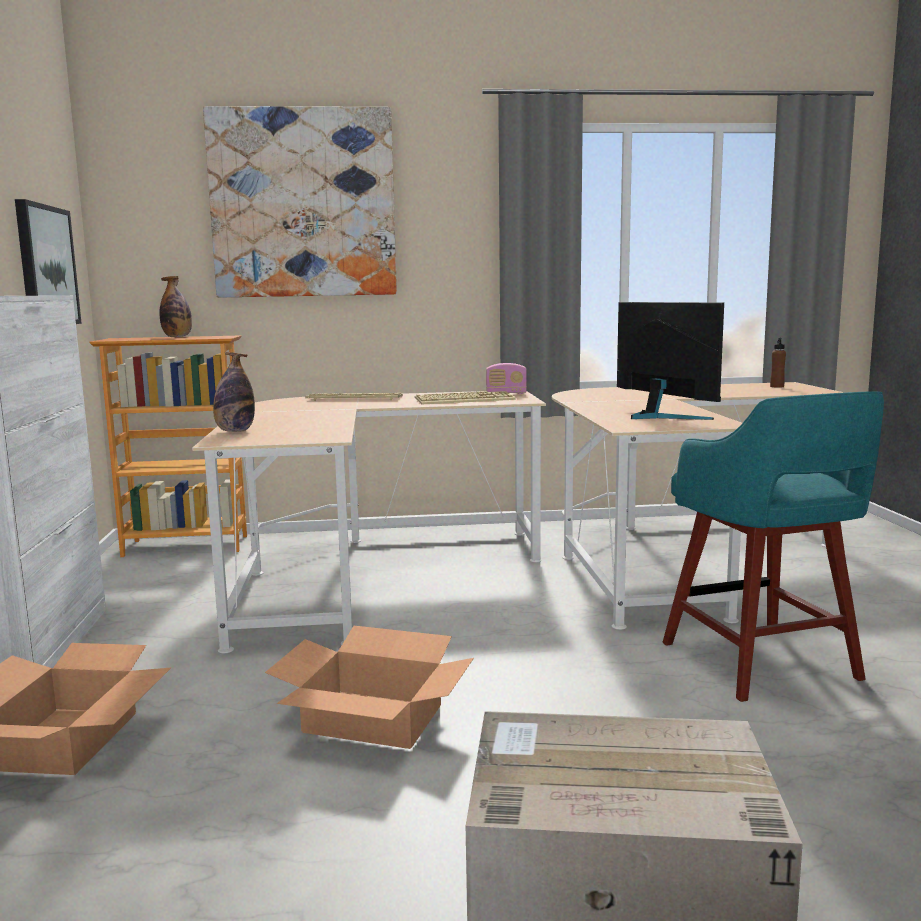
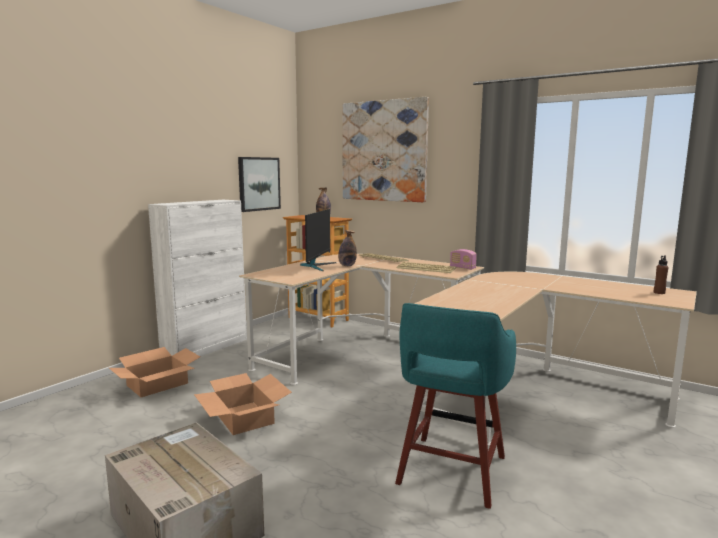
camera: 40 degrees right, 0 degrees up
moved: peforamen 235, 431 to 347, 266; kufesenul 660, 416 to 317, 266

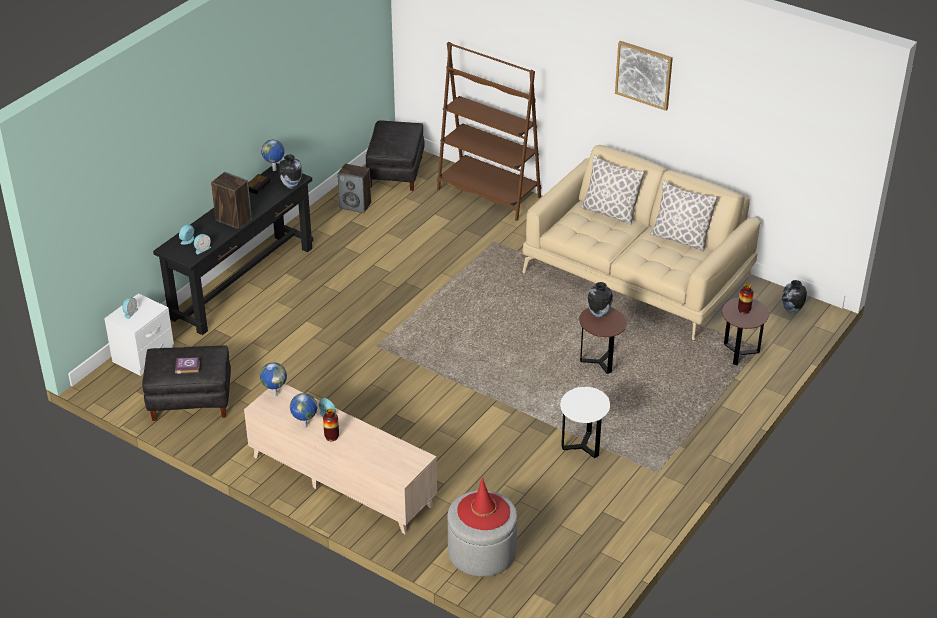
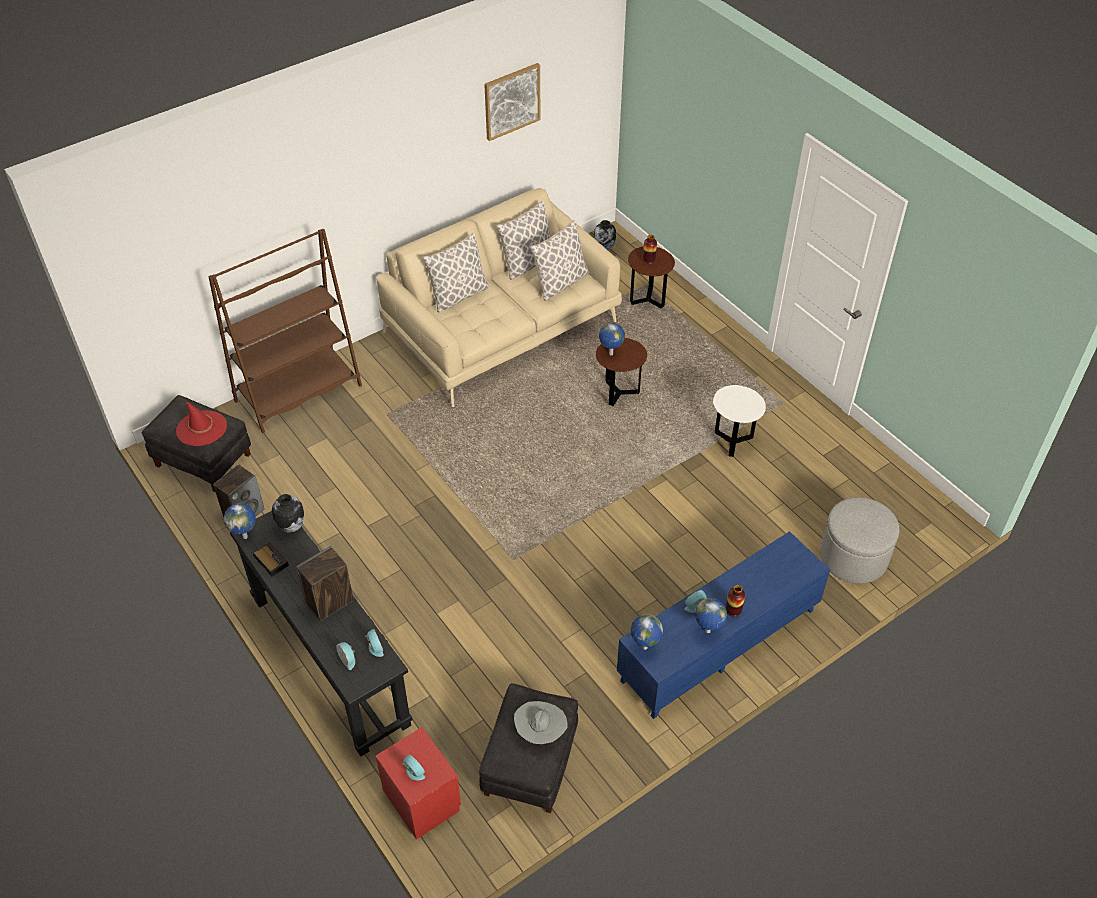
camera: 70 degrees left, 10 degrees up
added: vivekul 560, 282
moved: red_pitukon 483, 511 to 201, 428; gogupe 644, 74 to 511, 101
replaced: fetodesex 187, 367 to grey_pitukon 540, 732; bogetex 598, 314 to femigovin 610, 354
recoloured: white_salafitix 143, 356 to red_salafitix 421, 800; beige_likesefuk 342, 481 to blue_likesefuk 719, 645

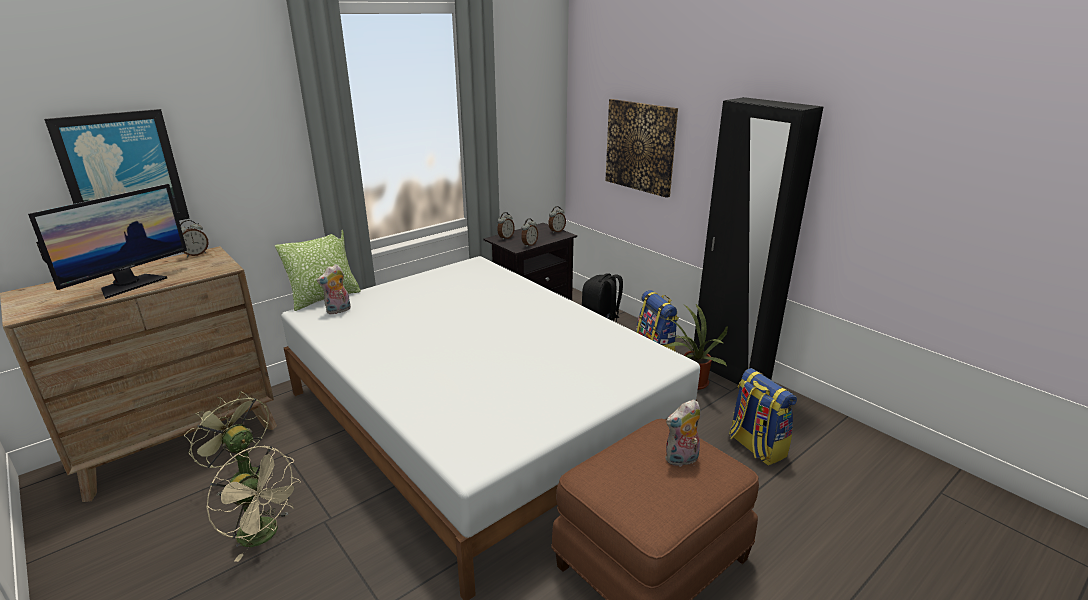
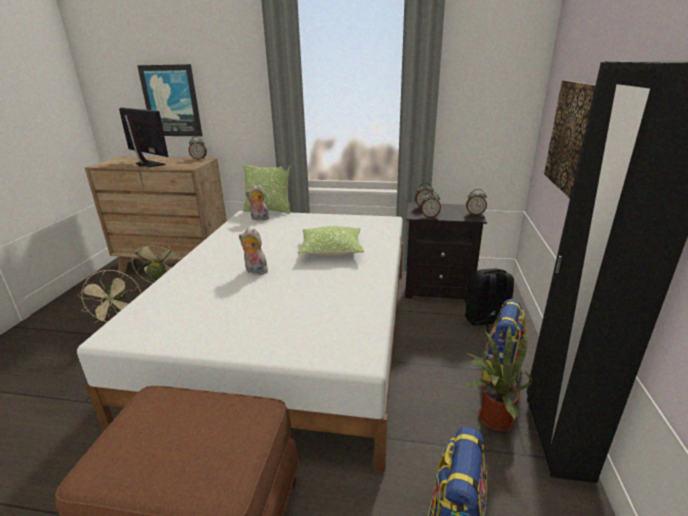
camera: 50 degrees right, 0 degrees up
added: vivekul 331, 250
moved: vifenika 681, 460 to 254, 271
turned: kufesenul 129, 284 = 148, 164 135 degrees counterclockwise

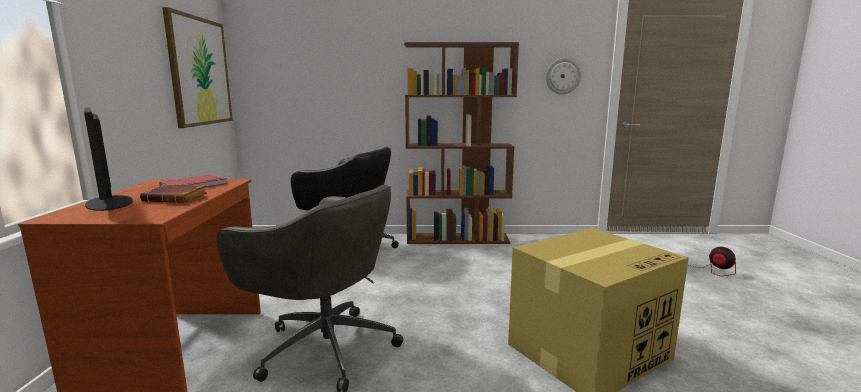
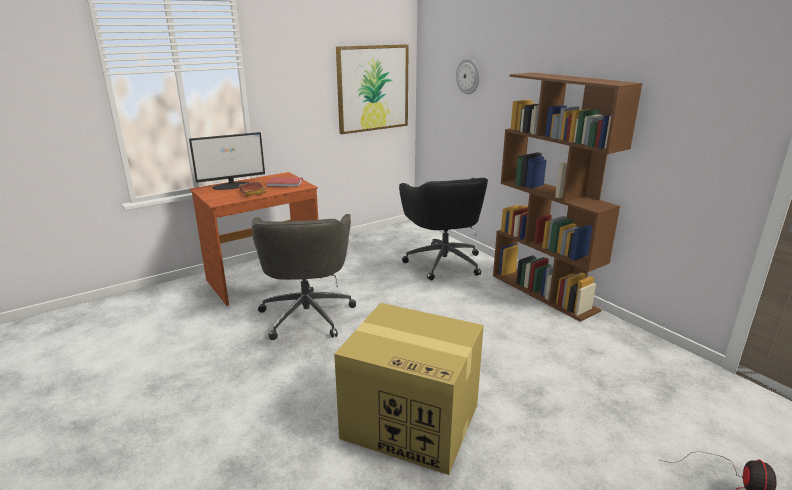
camera: 55 degrees right, 10 degrees up
moved: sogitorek 563, 76 to 468, 76
turned: kufesenul 109, 203 = 232, 185 135 degrees counterclockwise

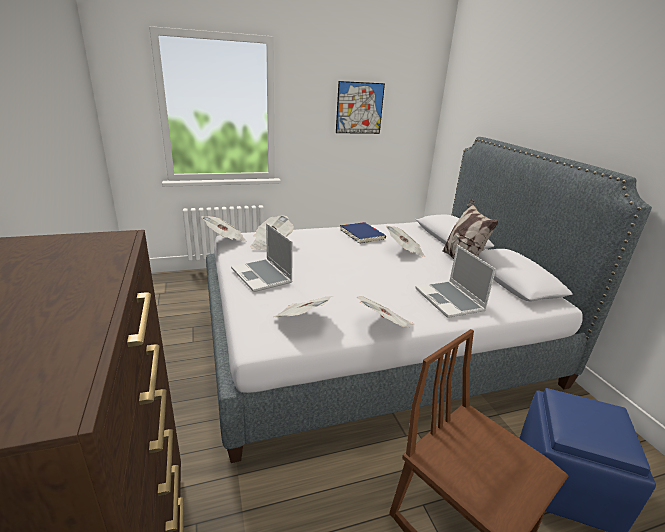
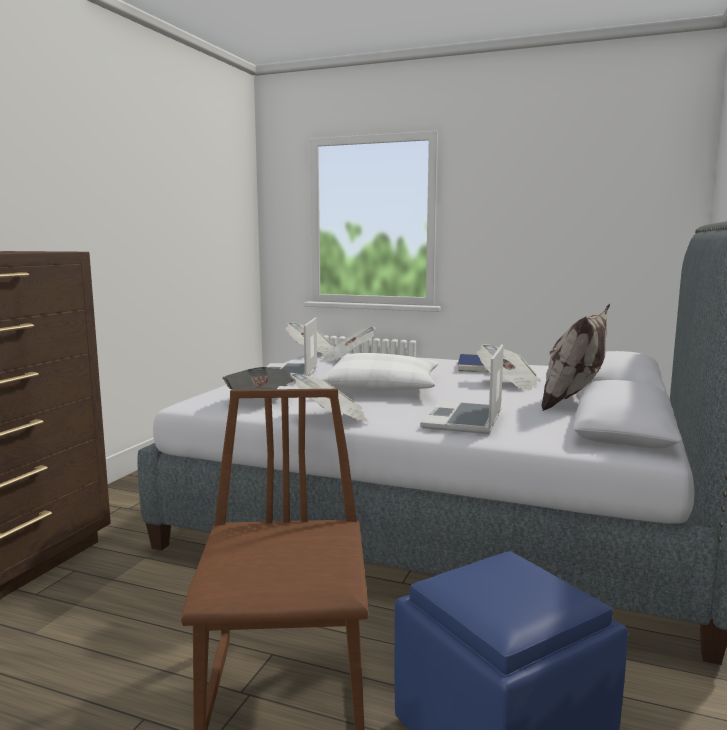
camera: 40 degrees right, 15 degrees down
removed: gogupe 359, 108
added: white_vivekul 383, 388

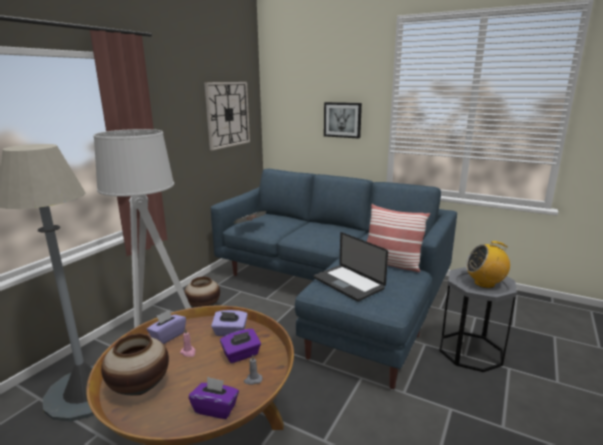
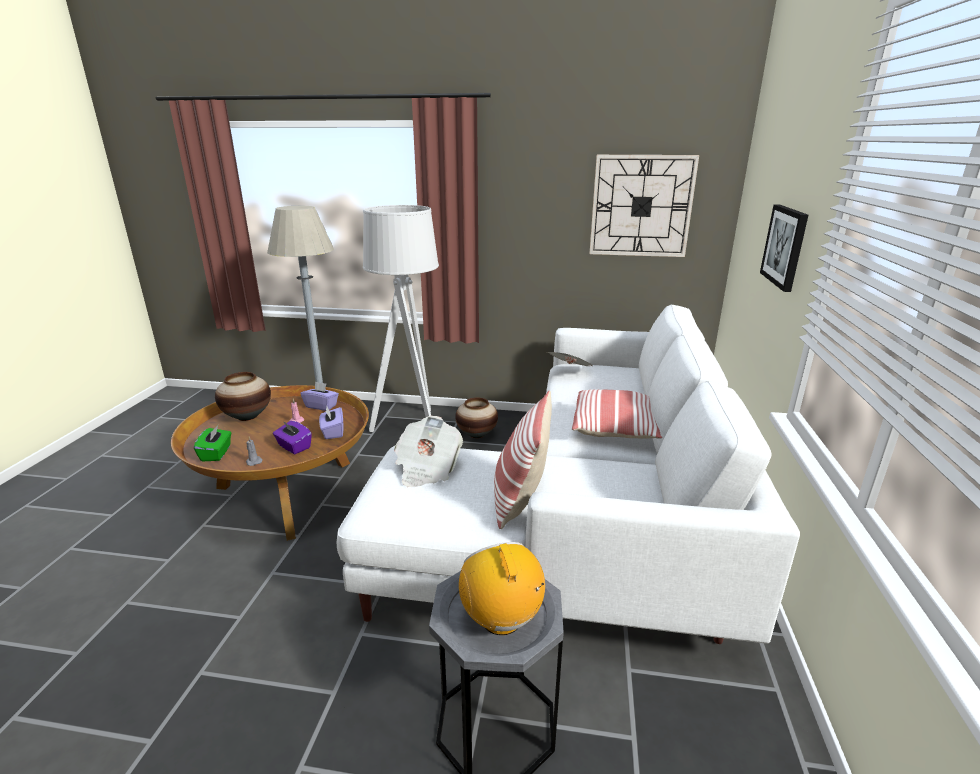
camera: 70 degrees right, 5 degrees up
added: vivekul 616, 428
replaced: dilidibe 348, 283 to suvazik 427, 468
recoloured: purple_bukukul 215, 408 to green_bukukul 216, 453; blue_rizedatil 334, 291 to white_rizedatil 588, 523

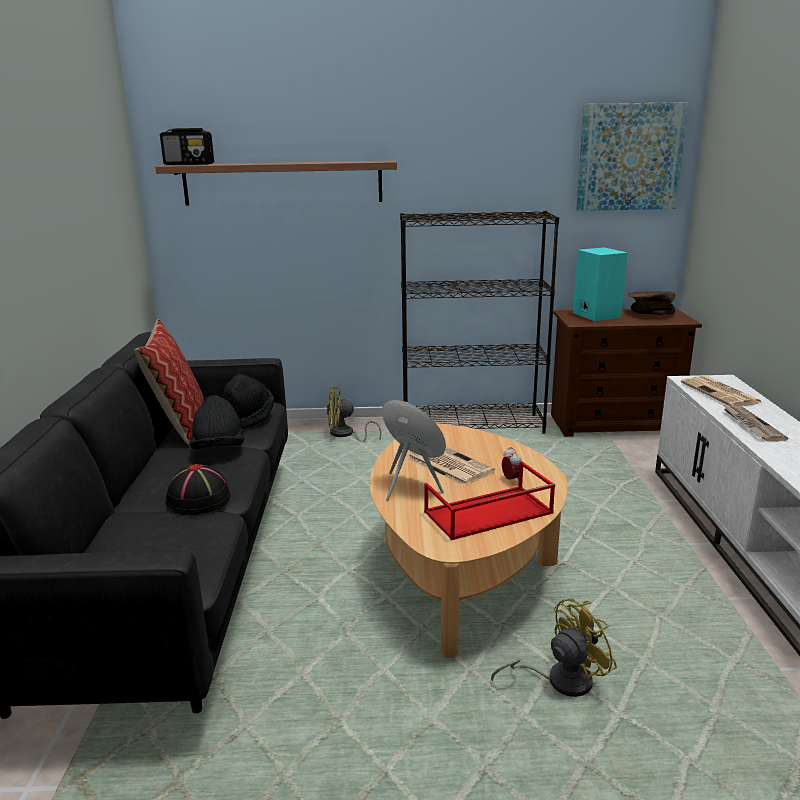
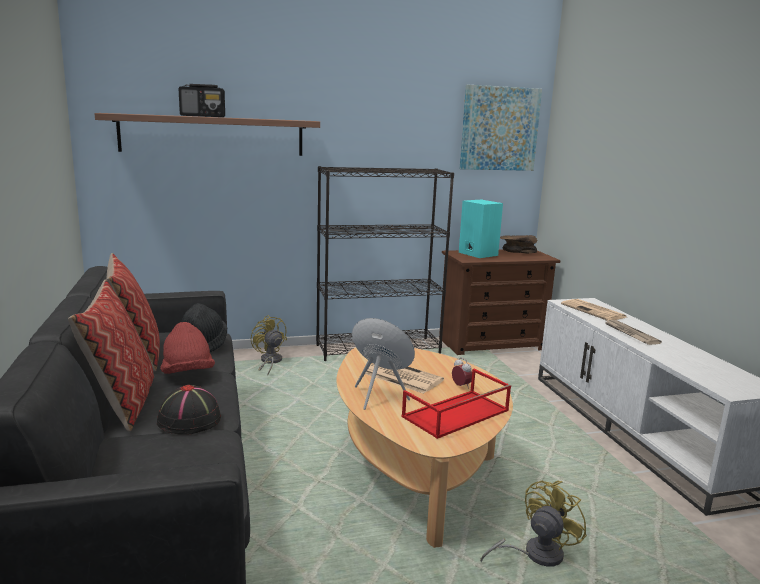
camera: 15 degrees left, 5 degrees down
added: vivekul 122, 403
moved: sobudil 189, 164 to 203, 116
recoloured: black_pitukon 219, 449 to red_pitukon 187, 374
turned: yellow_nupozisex 345, 435 = 269, 362 75 degrees clockwise

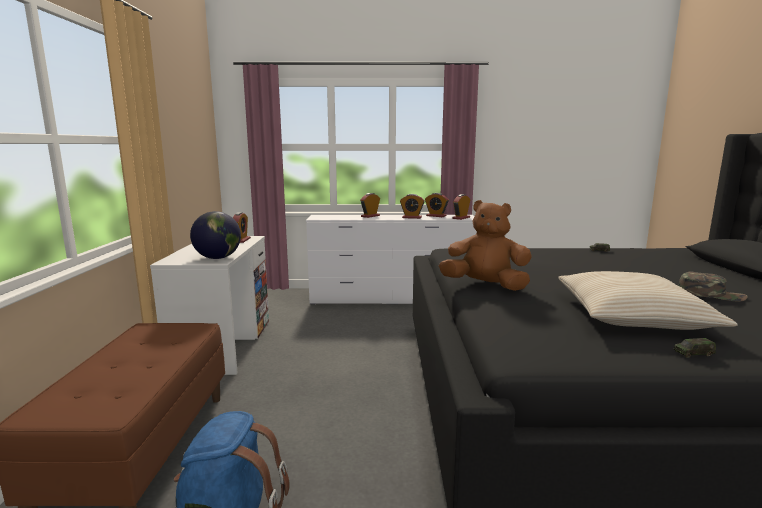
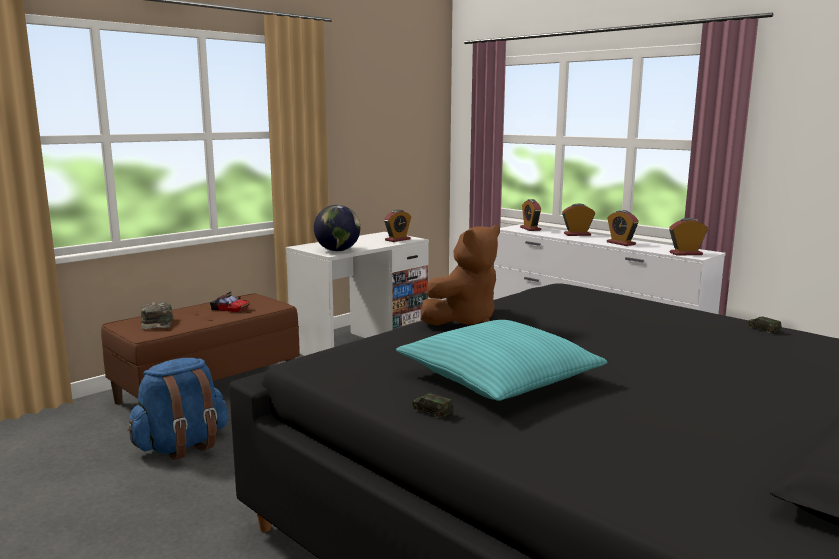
camera: 45 degrees right, 0 degrees up
added: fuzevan 230, 308
moved: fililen 436, 216 to 530, 229; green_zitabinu 710, 294 to 157, 323
recoloured: beige_vivekul 631, 316 to turquoise_vivekul 499, 378
turned: brown_vifenika 485, 286 = 464, 320 75 degrees clockwise

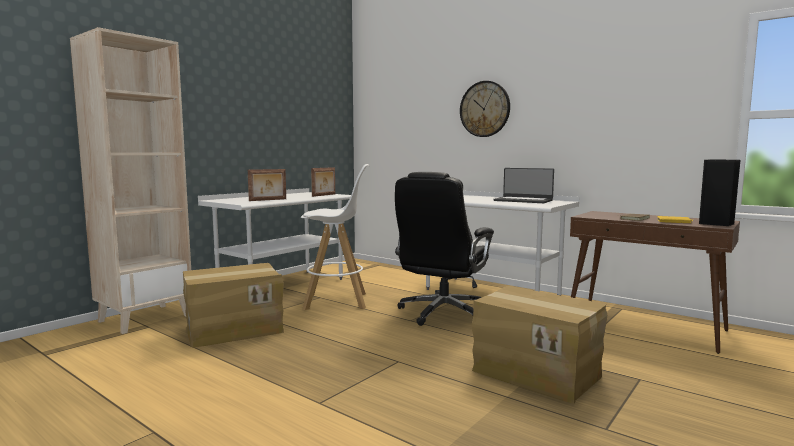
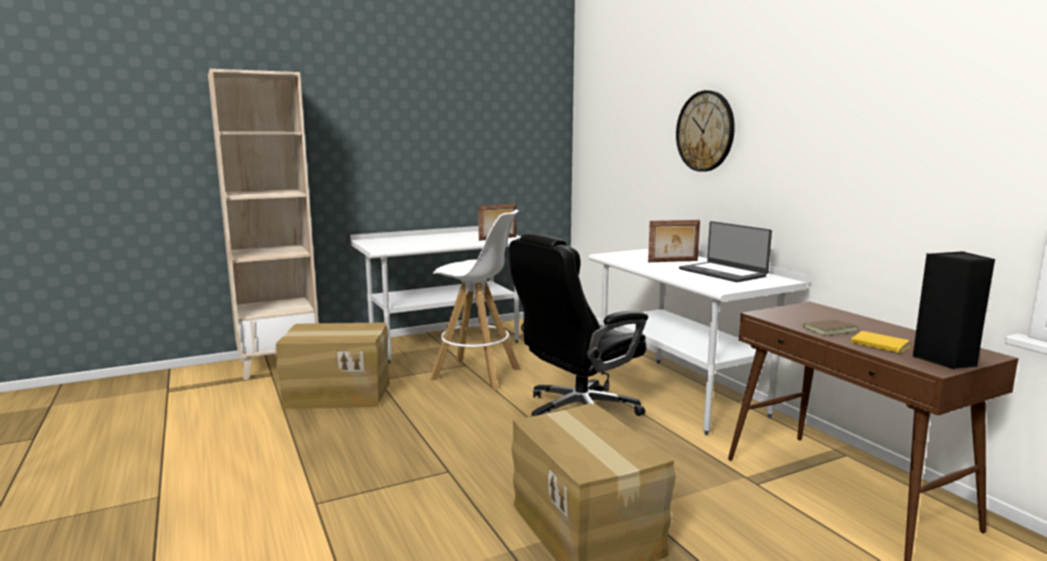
camera: 25 degrees right, 5 degrees up
moved: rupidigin 268, 200 to 673, 261

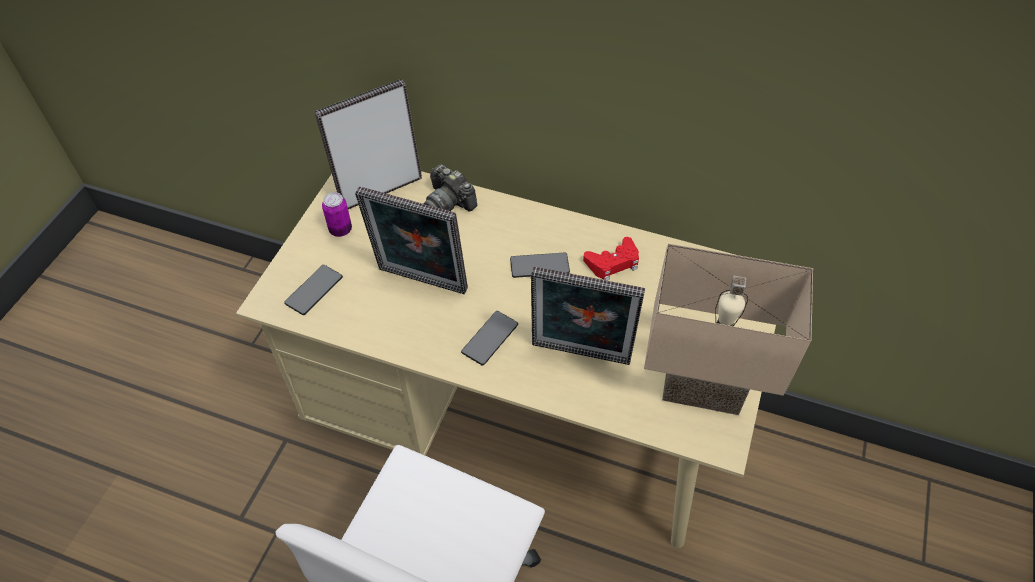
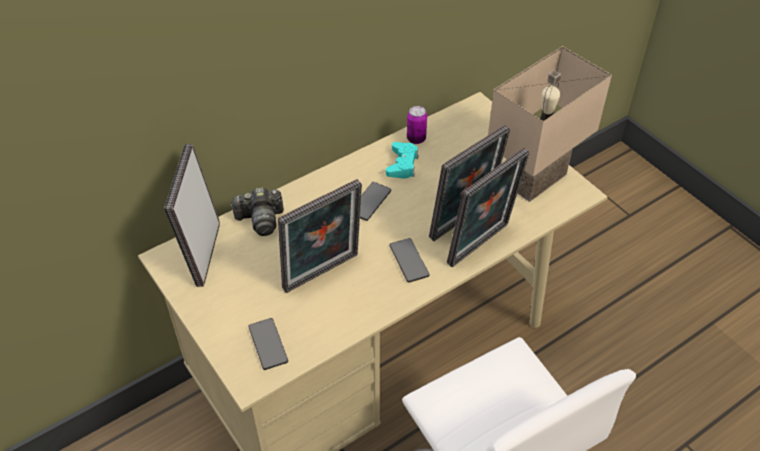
camera: 55 degrees left, 5 degrees down
added: rupidigin 481, 246
moved: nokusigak 340, 230 to 416, 139
recoloured: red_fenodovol 613, 263 to turquoise_fenodovol 402, 164

